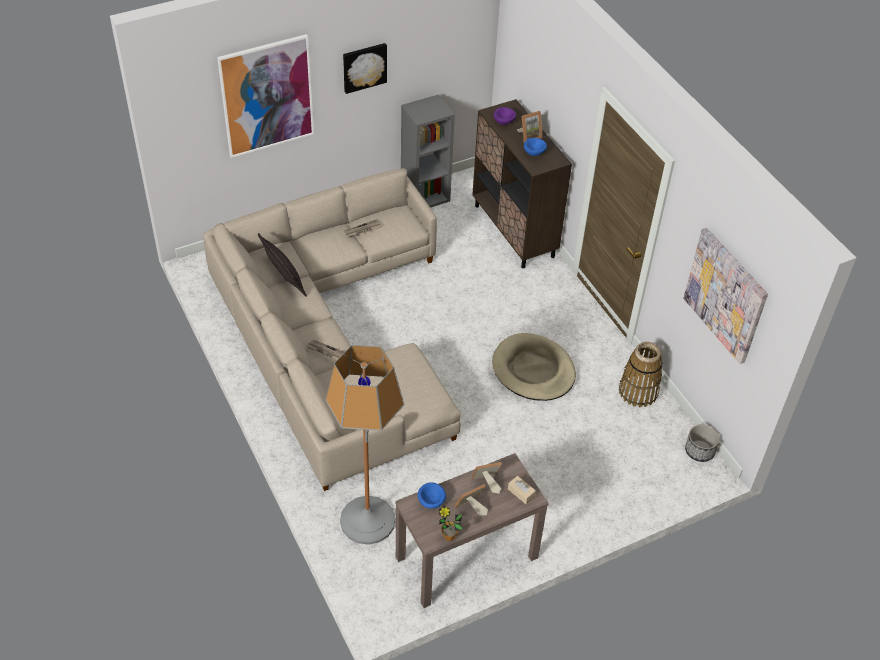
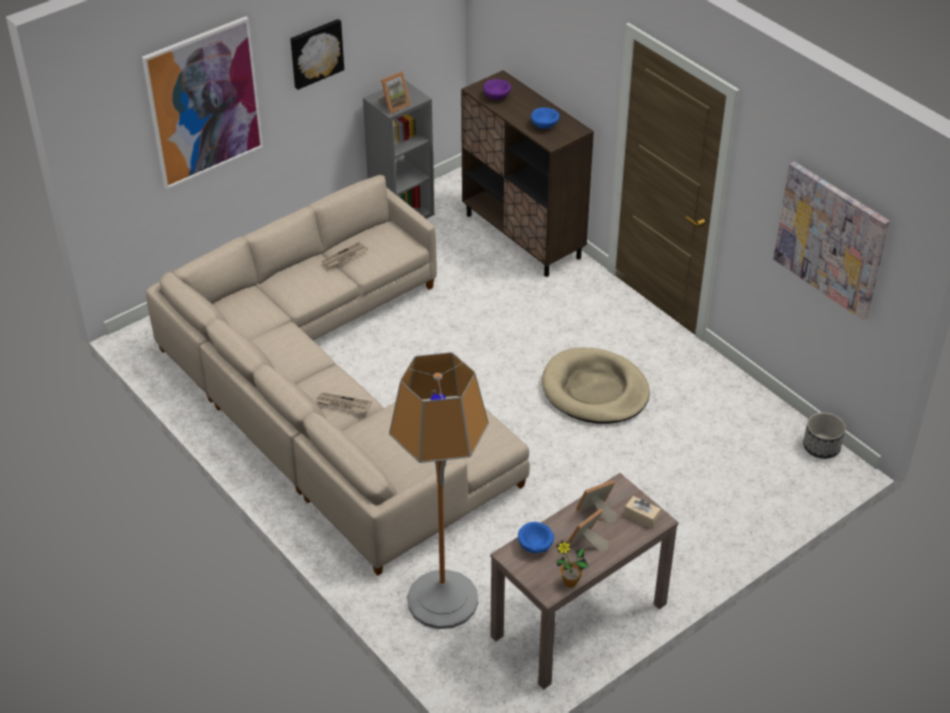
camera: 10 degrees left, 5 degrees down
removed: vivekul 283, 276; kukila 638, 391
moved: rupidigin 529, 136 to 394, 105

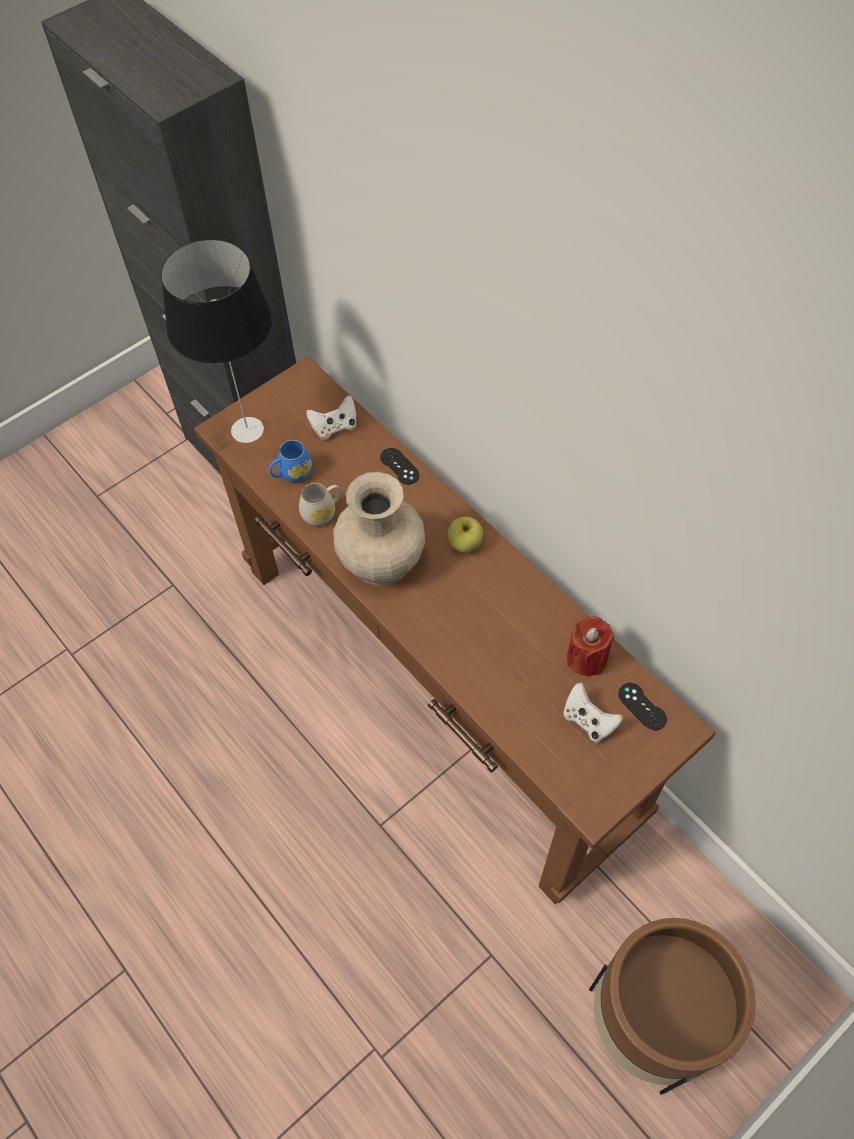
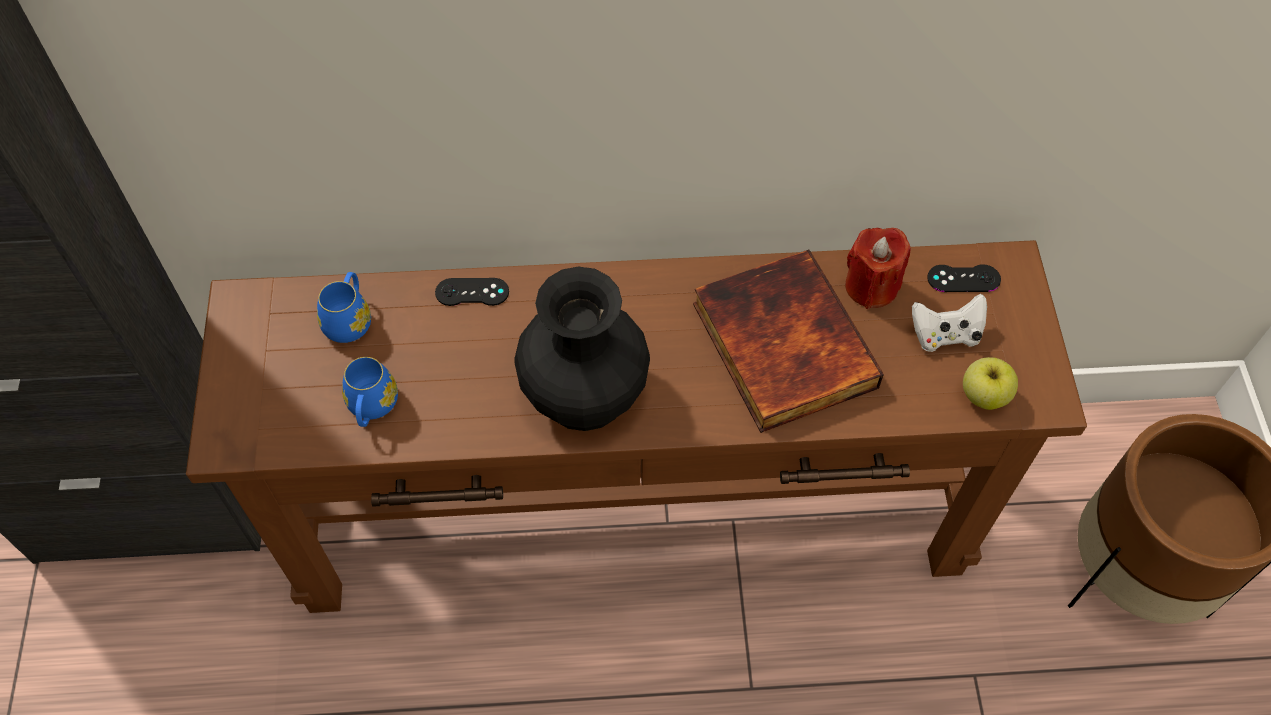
camera: 55 degrees left, 0 degrees up
removed: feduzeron 246, 430; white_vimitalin 322, 512
added: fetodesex 780, 345
moved: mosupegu 465, 543 to 984, 395
replaced: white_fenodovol 335, 427 to blue_vimitalin 350, 320
recoloured: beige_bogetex 382, 559 to black_bogetex 583, 392

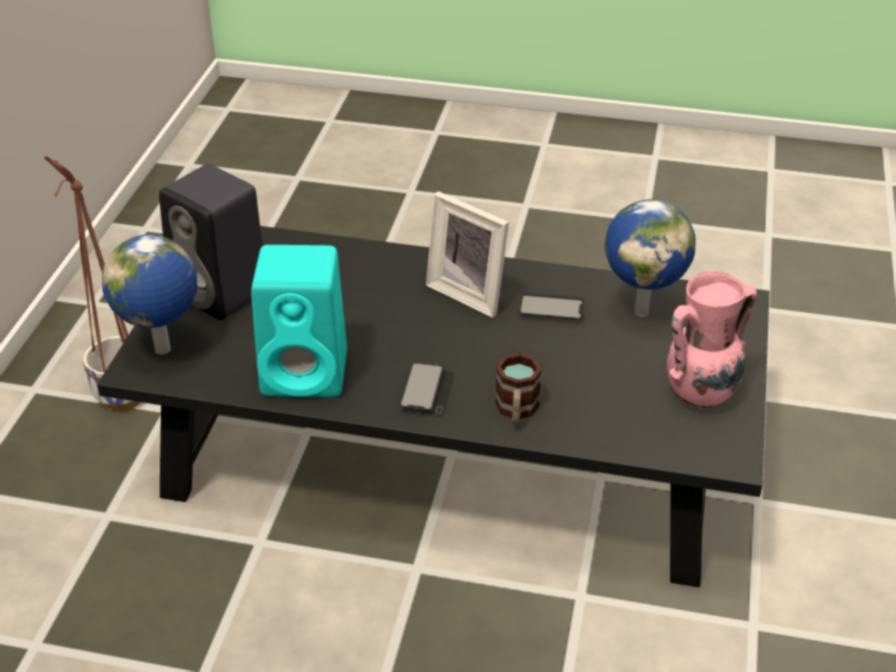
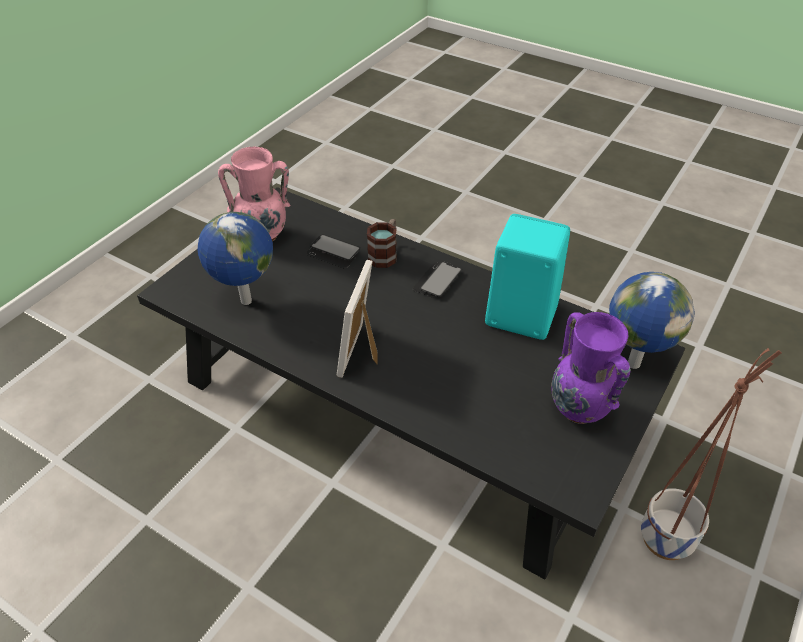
camera: 160 degrees left, 5 degrees up
moved: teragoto 551, 308 to 333, 252
replaced: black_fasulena 223, 293 to purple_bogetex 579, 411
turned: rupidigin 470, 293 = 363, 352 135 degrees counterclockwise

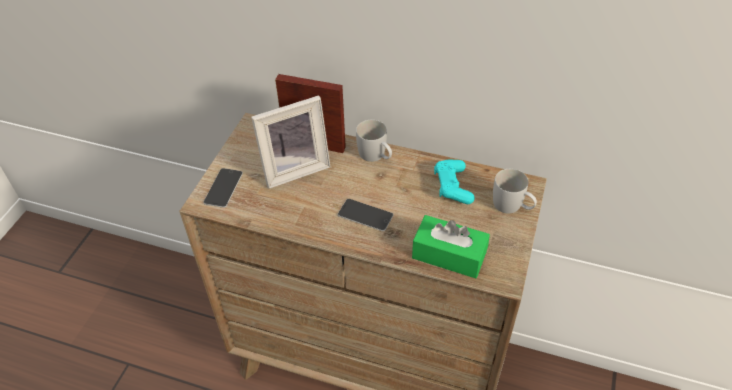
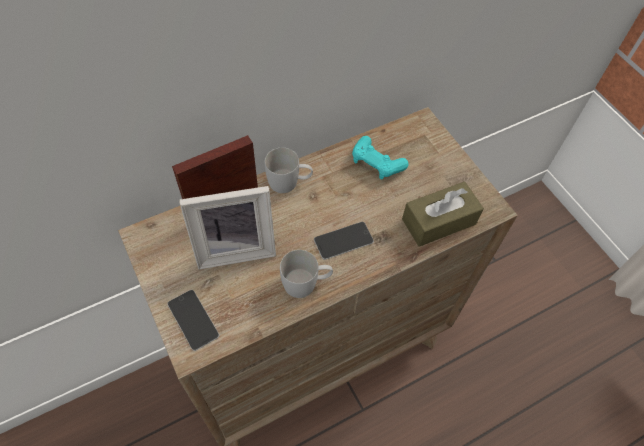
camera: 50 degrees left, 10 degrees up
moved: white_vimitalin 512, 206 to 306, 283
recoloured: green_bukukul 449, 255 to brown_bukukul 439, 221
turned: rupidigin 294, 168 = 235, 248 60 degrees clockwise

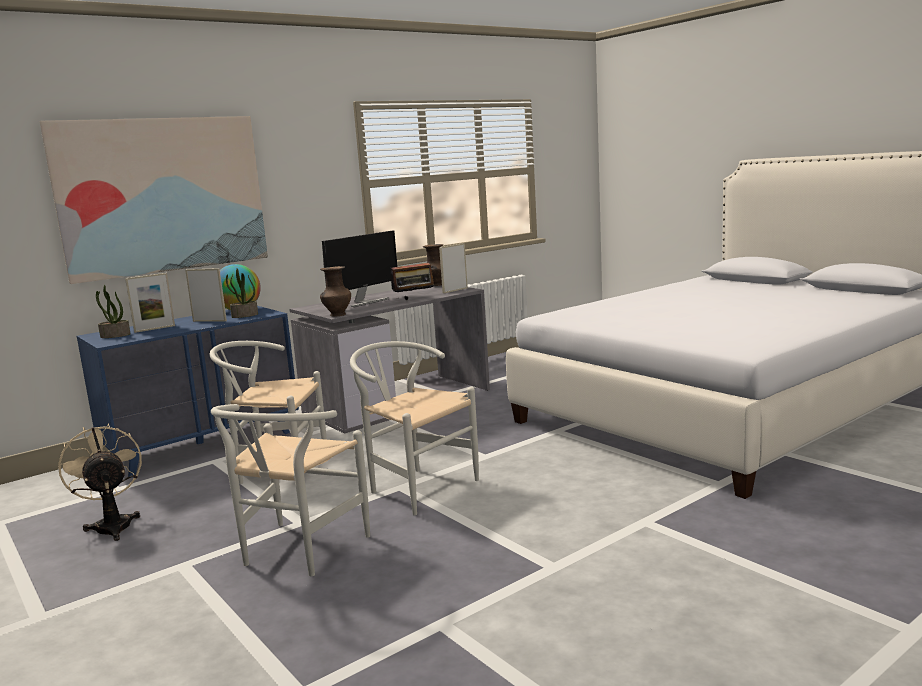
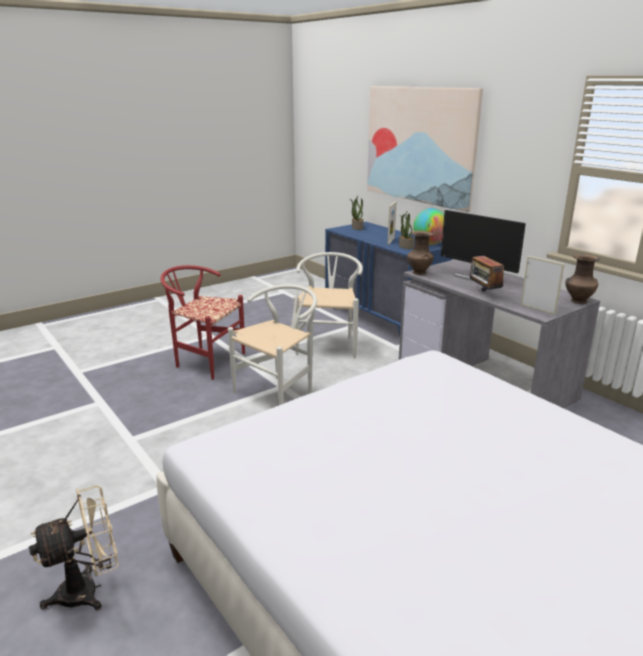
camera: 90 degrees right, 10 degrees up
removed: rupidigin 154, 329
moved: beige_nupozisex 112, 525 to 89, 590
recoloured: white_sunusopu 297, 553 to red_sunusopu 205, 361

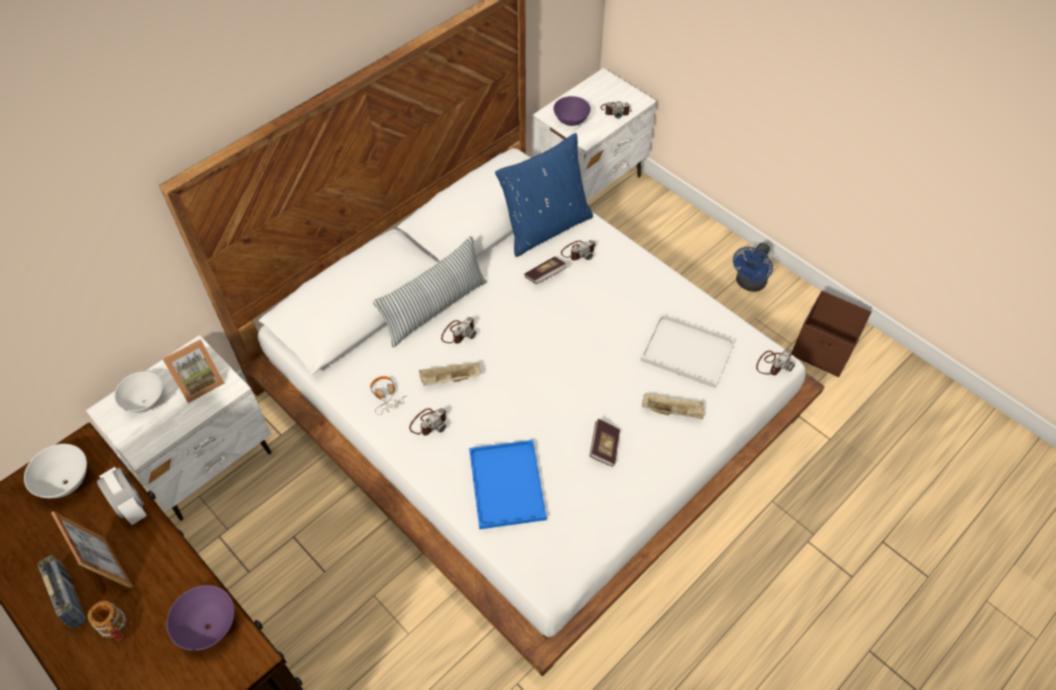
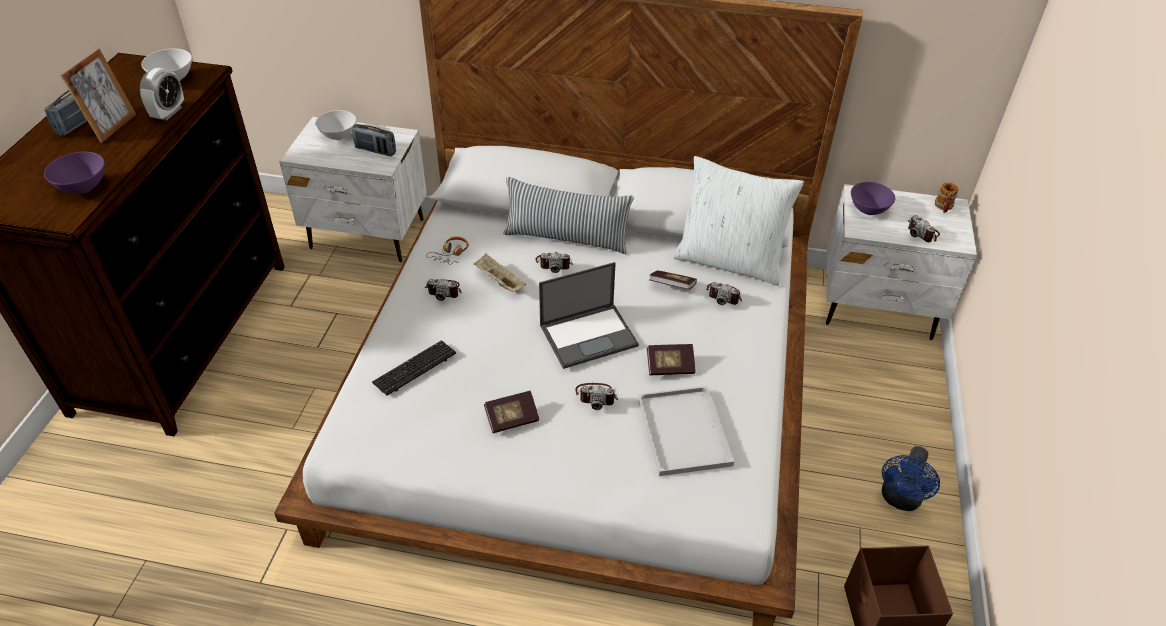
camera: 55 degrees right, 10 degrees down
removed: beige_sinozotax 672, 411
added: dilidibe 589, 335; fetodesex 670, 367
moved: vimitalin 116, 629 to 943, 207; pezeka 773, 364 to 596, 396
replaced: rupidigin 199, 382 to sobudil 375, 150; blue_sinozotax 508, 486 to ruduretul 415, 369
recoloured: blue_vivekul 545, 227 to white_vivekul 729, 261
turned: blue_nupozisex 749, 284 = 900, 500 60 degrees counterclockwise

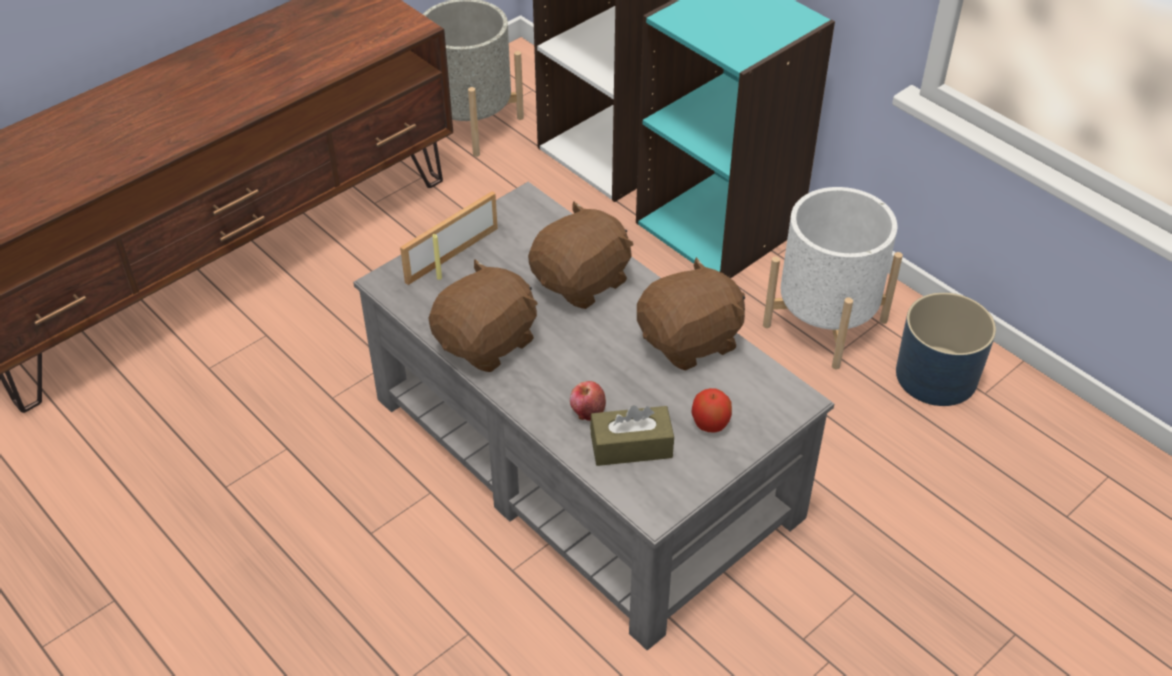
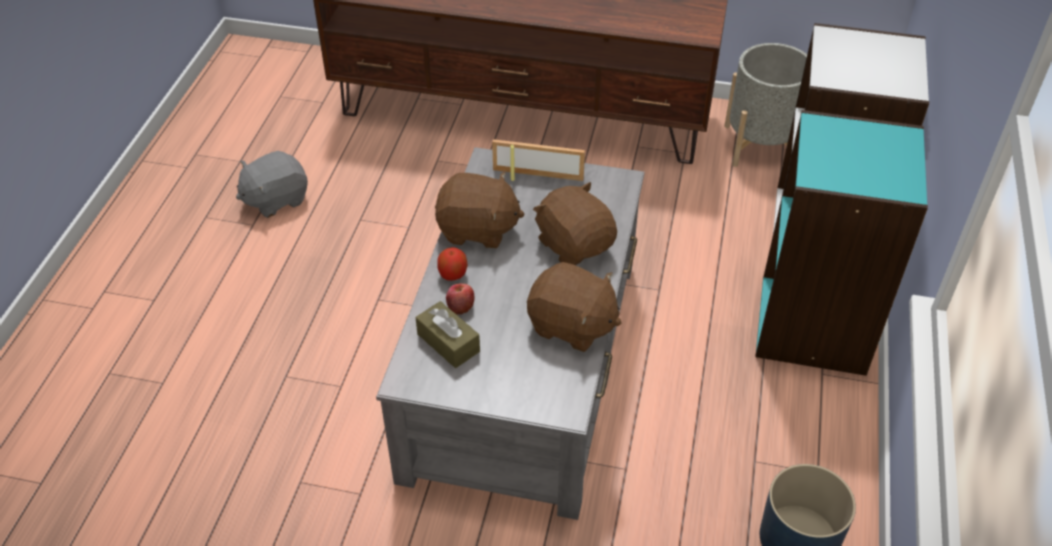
camera: 55 degrees right, 0 degrees up
removed: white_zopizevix 825, 323
added: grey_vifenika 275, 199
moved: mosupegu 710, 424 to 452, 275
turned: brown_vifenika 582, 282 = 574, 244 135 degrees counterclockwise

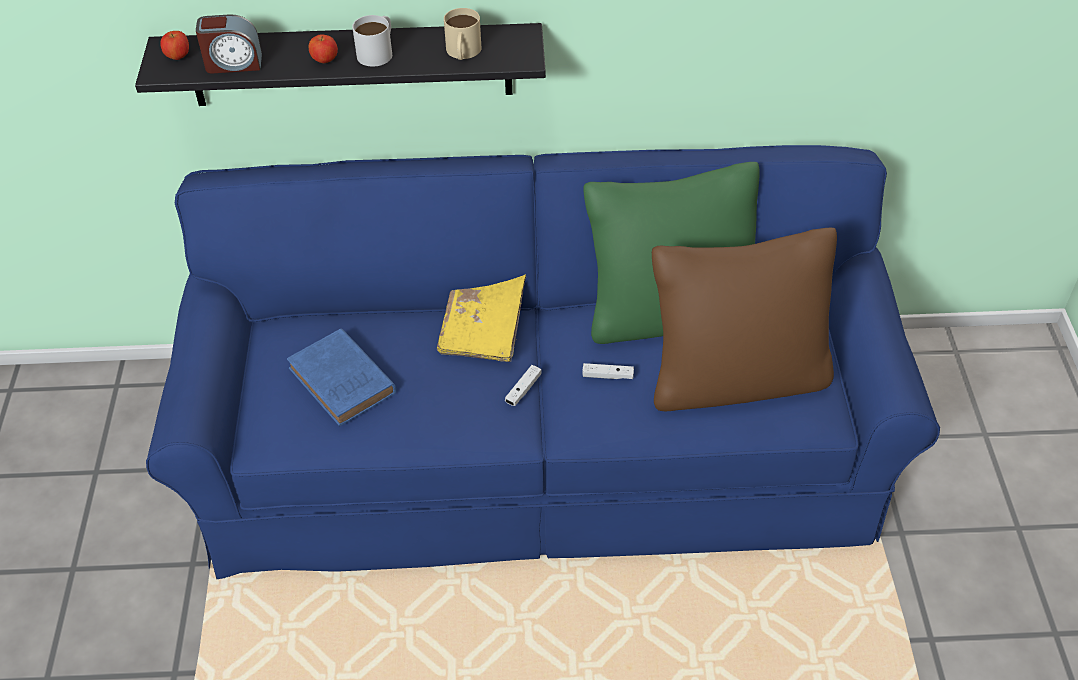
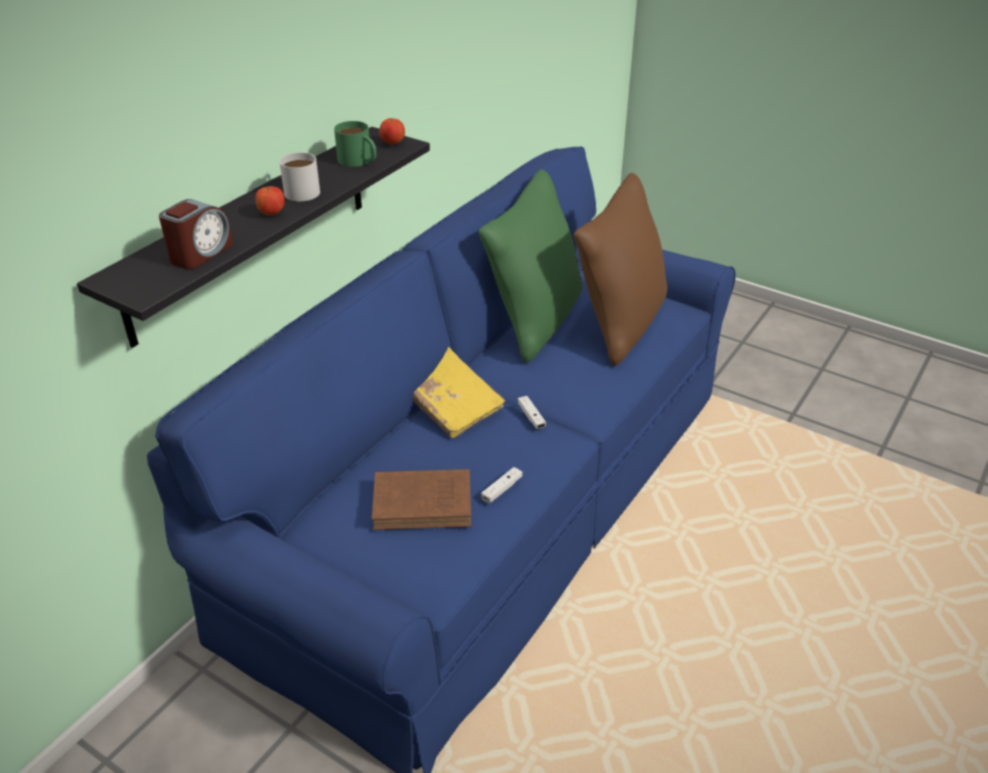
camera: 55 degrees left, 10 degrees down
moved: mosupegu 178, 57 to 392, 143; white_fenodovol 607, 376 to 502, 489
recoloured: blue_fetodesex 344, 383 to brown_fetodesex 425, 504; beige_vimitalin 462, 53 to green_vimitalin 359, 161

